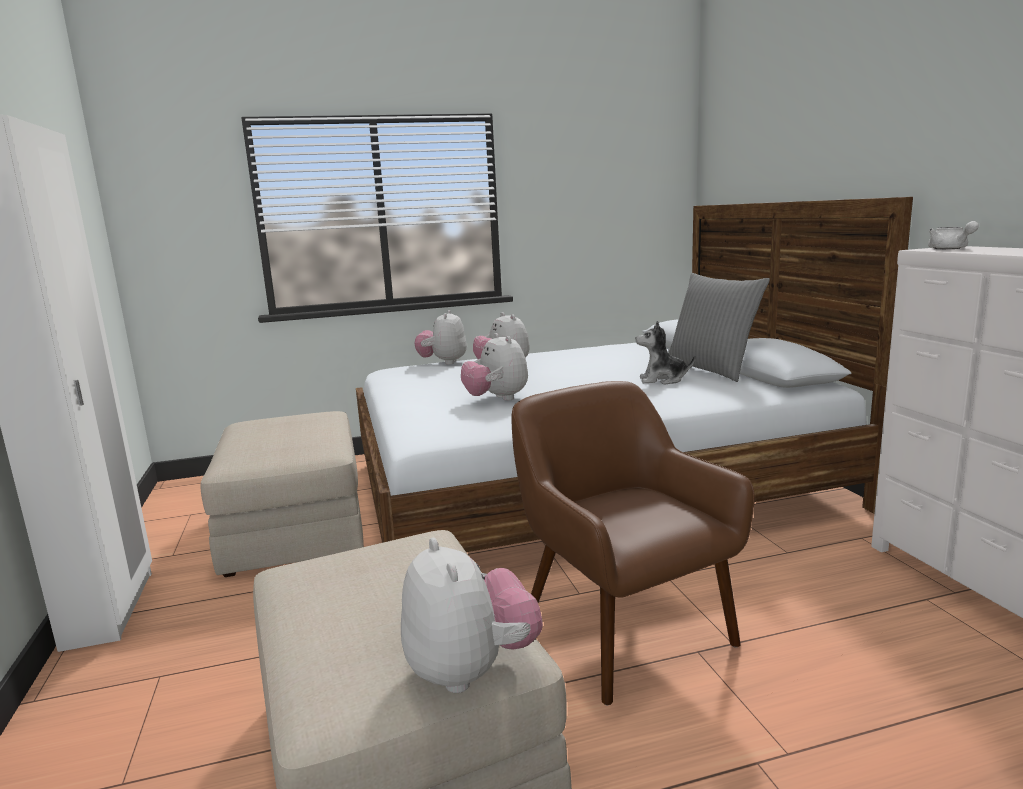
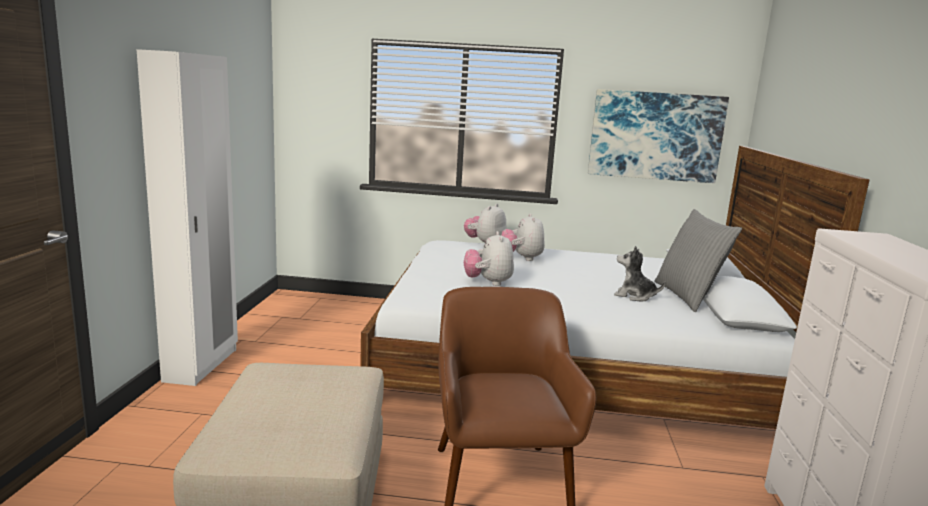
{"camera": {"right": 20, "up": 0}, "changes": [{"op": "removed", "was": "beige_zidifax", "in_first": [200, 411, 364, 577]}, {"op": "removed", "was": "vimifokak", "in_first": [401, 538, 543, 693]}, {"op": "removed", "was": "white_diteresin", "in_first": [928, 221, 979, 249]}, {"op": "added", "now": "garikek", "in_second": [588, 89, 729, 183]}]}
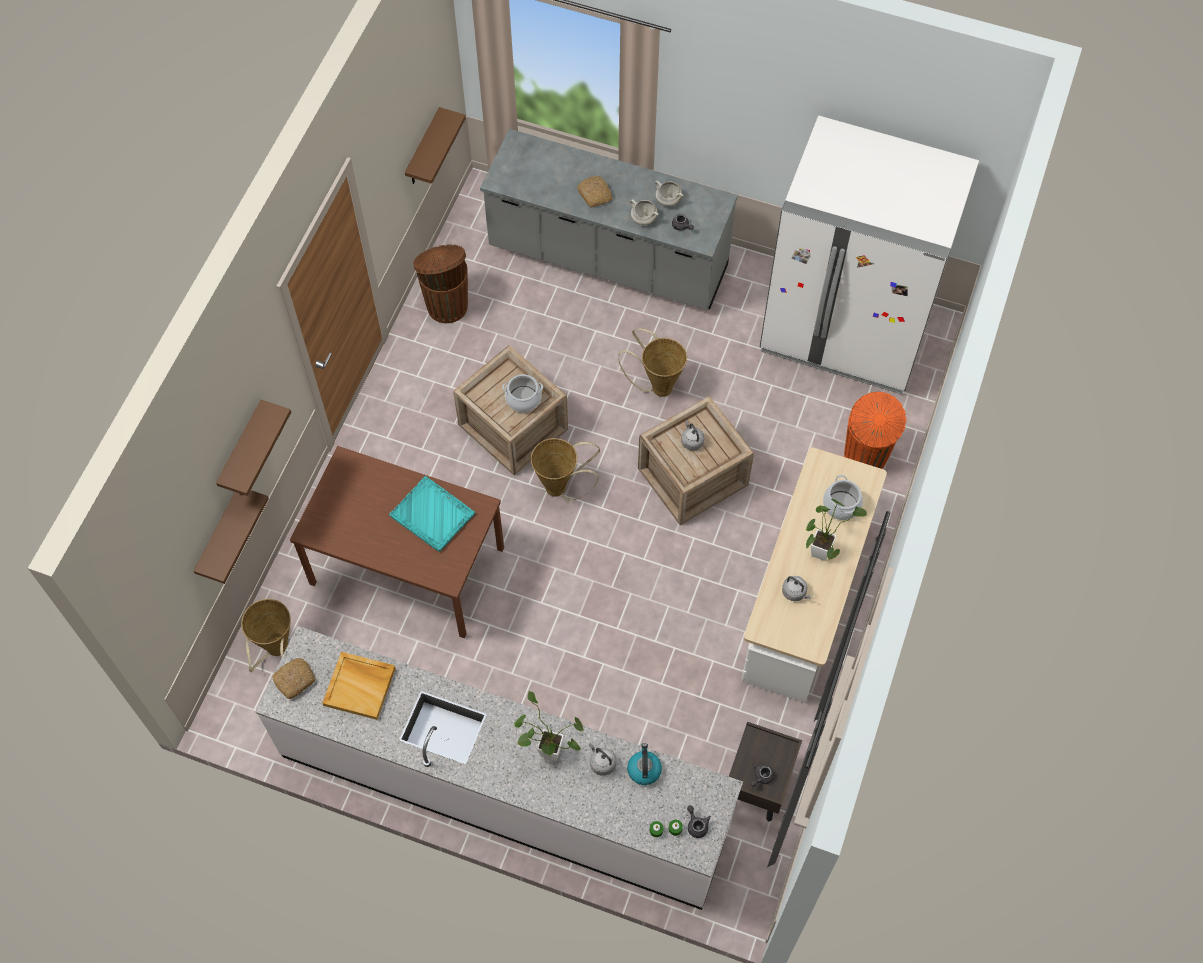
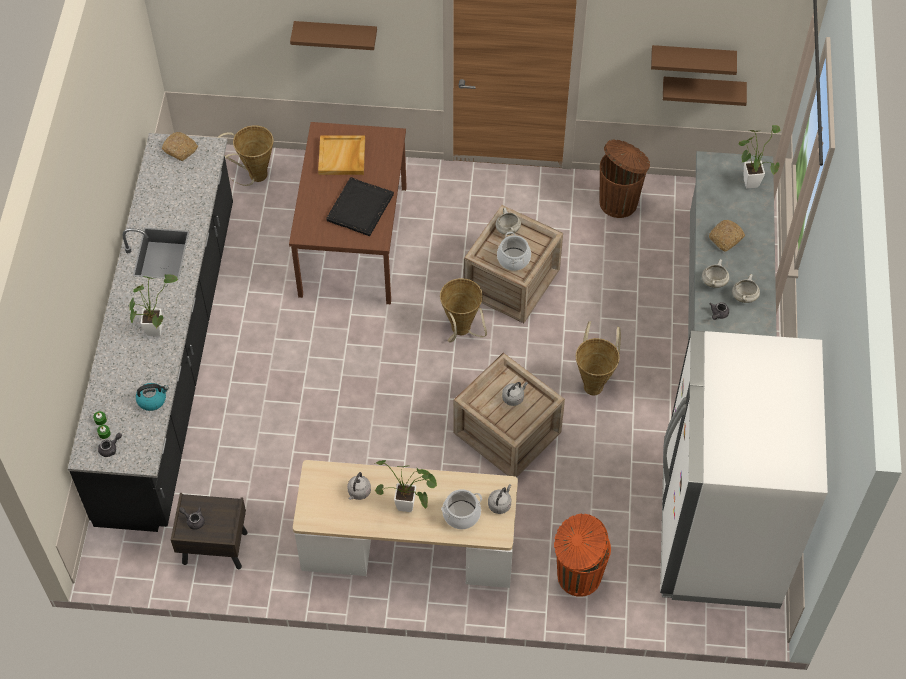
{"camera": {"right": 75, "up": -5}, "changes": [{"op": "moved", "was": "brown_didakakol", "in_first": [194, 490, 269, 584], "in_second": [651, 45, 737, 75]}, {"op": "recoloured", "was": "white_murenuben", "now": "black_murenuben", "in_first": [256, 626, 743, 910], "in_second": [68, 133, 233, 532]}, {"op": "moved", "was": "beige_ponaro", "in_first": [322, 652, 396, 720], "in_second": [318, 135, 365, 175]}, {"op": "recoloured", "was": "turquoise_ponaro", "now": "black_ponaro", "in_first": [389, 476, 475, 552], "in_second": [327, 177, 394, 236]}, {"op": "moved", "was": "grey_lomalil", "in_first": [589, 743, 616, 776], "in_second": [488, 484, 511, 514]}, {"op": "added", "now": "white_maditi", "in_second": [495, 208, 521, 235]}, {"op": "added", "now": "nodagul", "in_second": [738, 125, 780, 189]}]}
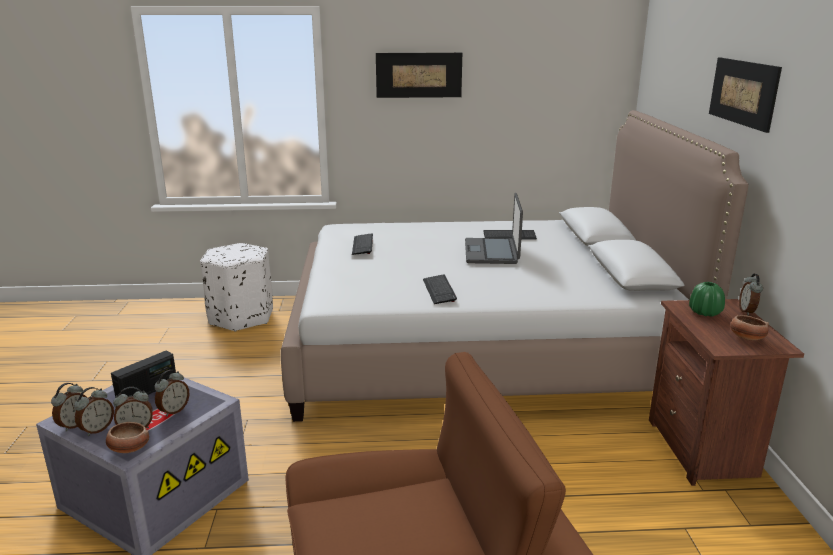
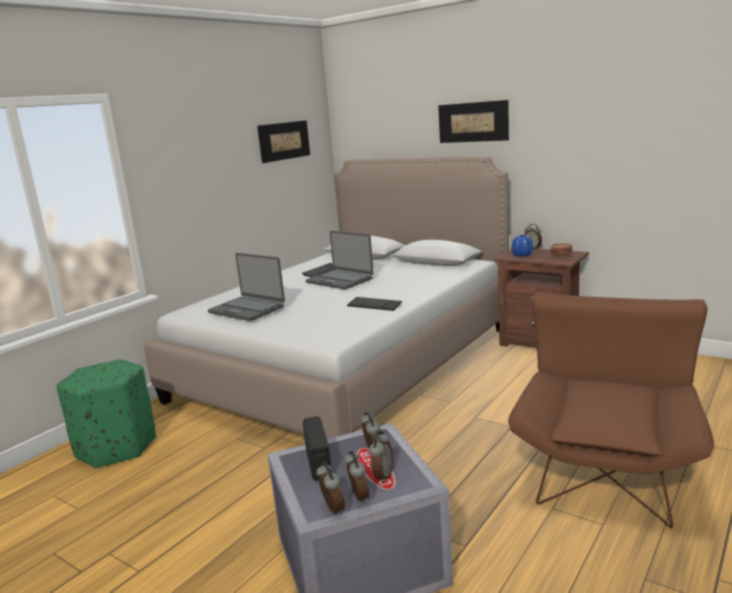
{"camera": {"right": -50, "up": -5}, "changes": [{"op": "removed", "was": "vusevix", "in_first": [106, 422, 149, 453]}, {"op": "recoloured", "was": "white_zidifax", "now": "green_zidifax", "in_first": [200, 243, 273, 332], "in_second": [56, 359, 156, 469]}, {"op": "replaced", "was": "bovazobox", "now": "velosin", "in_first": [352, 233, 373, 255], "in_second": [208, 253, 285, 321]}, {"op": "moved", "was": "garikek", "in_first": [376, 53, 462, 98], "in_second": [257, 120, 310, 163]}, {"op": "recoloured", "was": "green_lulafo", "now": "blue_lulafo", "in_first": [689, 282, 725, 317], "in_second": [512, 235, 533, 257]}]}
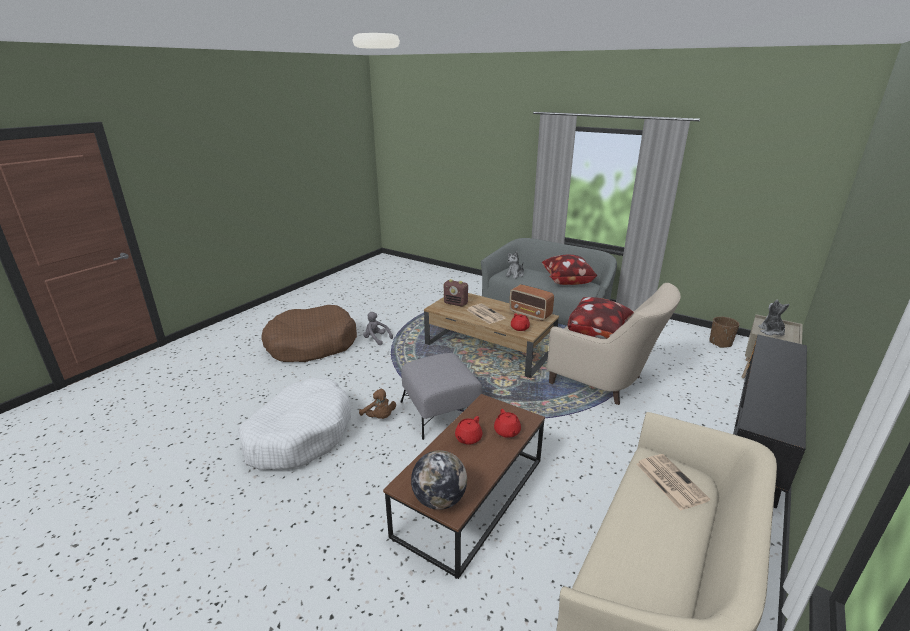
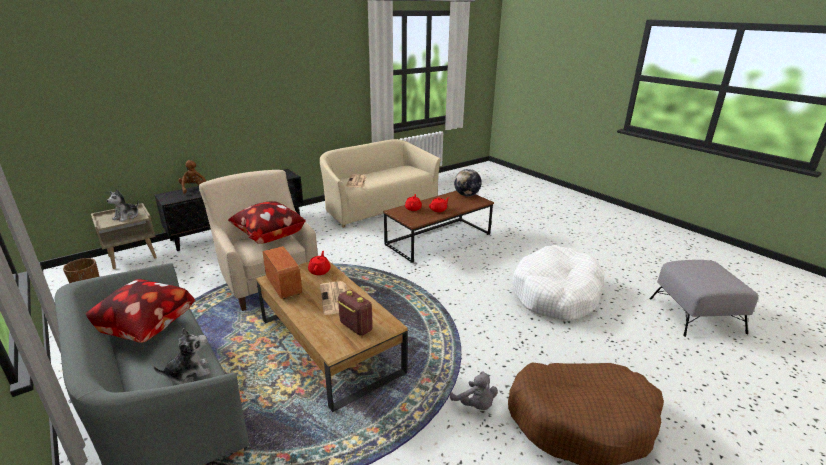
{"camera": {"right": -160, "up": 0}, "changes": [{"op": "moved", "was": "brown_vimifokak", "in_first": [359, 388, 396, 419], "in_second": [178, 160, 206, 194]}, {"op": "moved", "was": "grey_zidifax", "in_first": [401, 353, 482, 440], "in_second": [649, 260, 758, 337]}]}
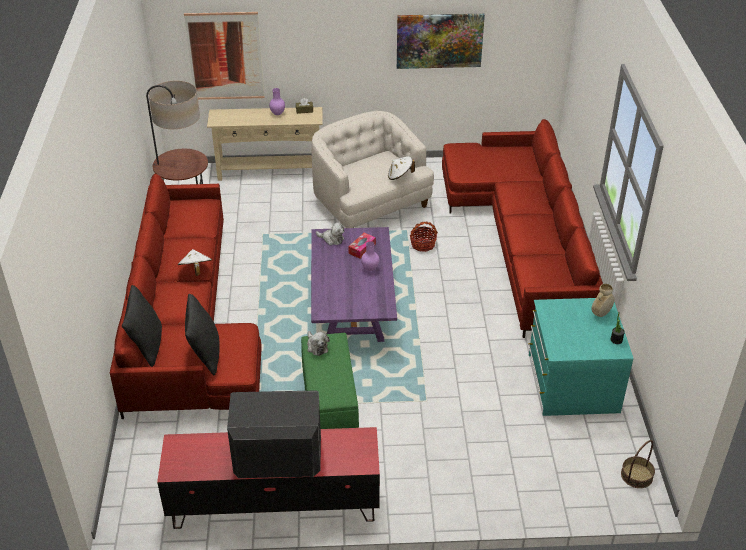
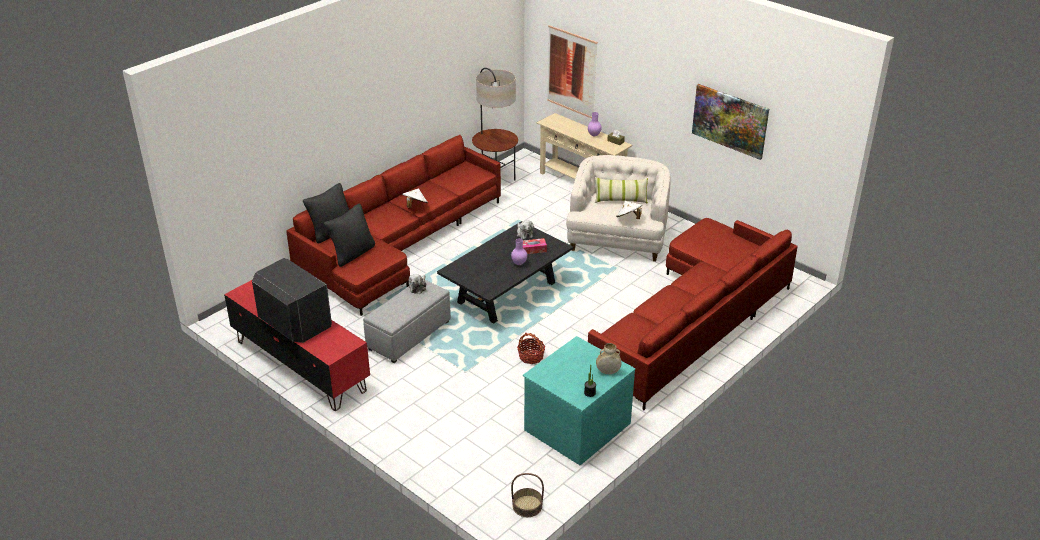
{"camera": {"right": 45, "up": -5}, "changes": [{"op": "recoloured", "was": "green_zidifax", "now": "grey_zidifax", "in_first": [301, 333, 359, 429], "in_second": [363, 280, 451, 363]}, {"op": "recoloured", "was": "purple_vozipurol", "now": "black_vozipurol", "in_first": [311, 227, 397, 342], "in_second": [437, 221, 573, 323]}, {"op": "moved", "was": "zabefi", "in_first": [410, 221, 438, 252], "in_second": [517, 333, 545, 364]}, {"op": "added", "now": "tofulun", "in_second": [595, 177, 648, 204]}]}
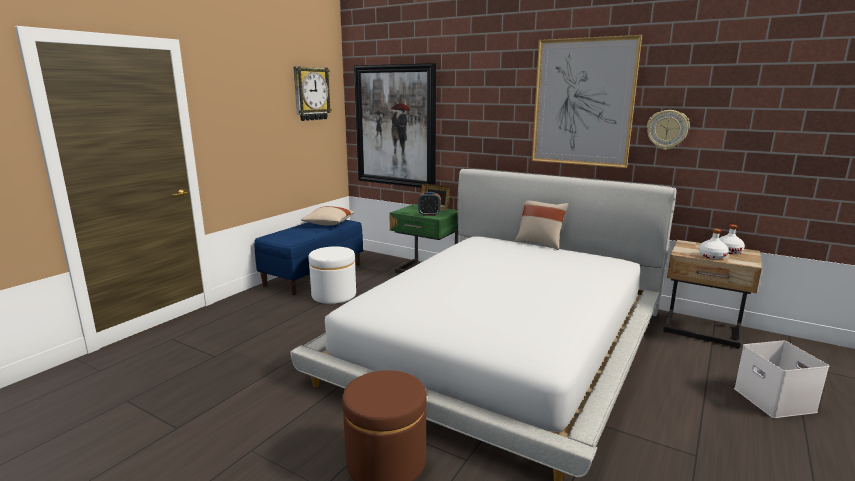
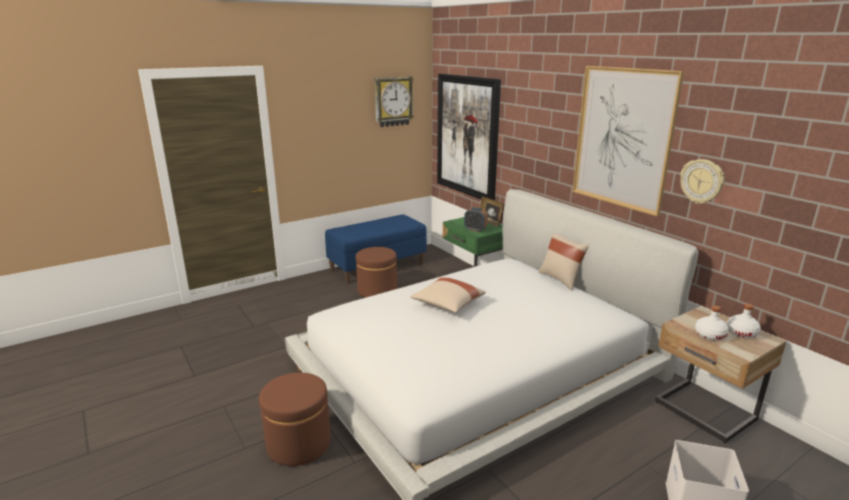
{"camera": {"right": 25, "up": 5}, "changes": [{"op": "moved", "was": "beige_tofulun", "in_first": [301, 206, 354, 225], "in_second": [410, 277, 486, 313]}, {"op": "recoloured", "was": "white_zidifax", "now": "brown_zidifax", "in_first": [308, 246, 356, 304], "in_second": [356, 247, 397, 298]}]}
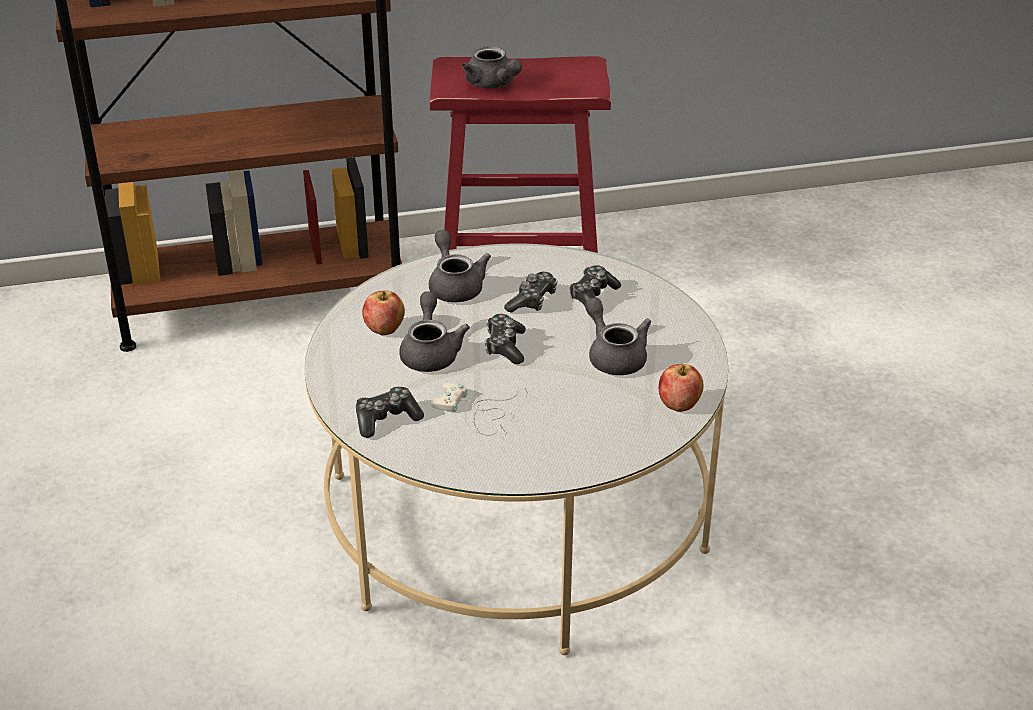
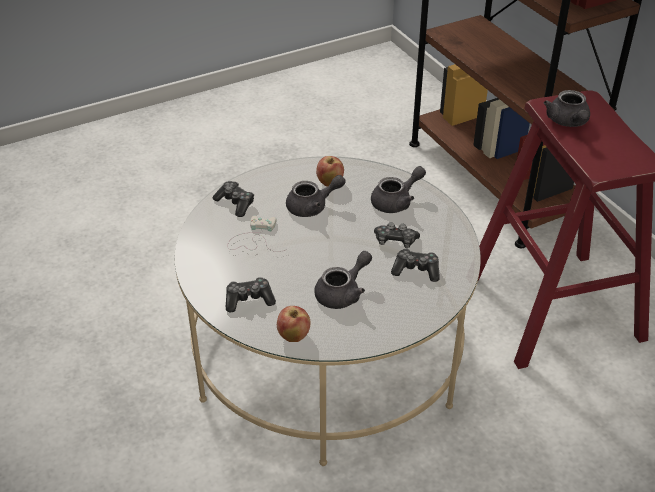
{"camera": {"right": 75, "up": 5}, "changes": [{"op": "turned", "was": "grey_diteresin", "in_first": [462, 46, 522, 89], "in_second": [544, 90, 590, 127], "clockwise": -45}, {"op": "moved", "was": "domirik", "in_first": [485, 314, 526, 364], "in_second": [226, 277, 276, 312]}]}
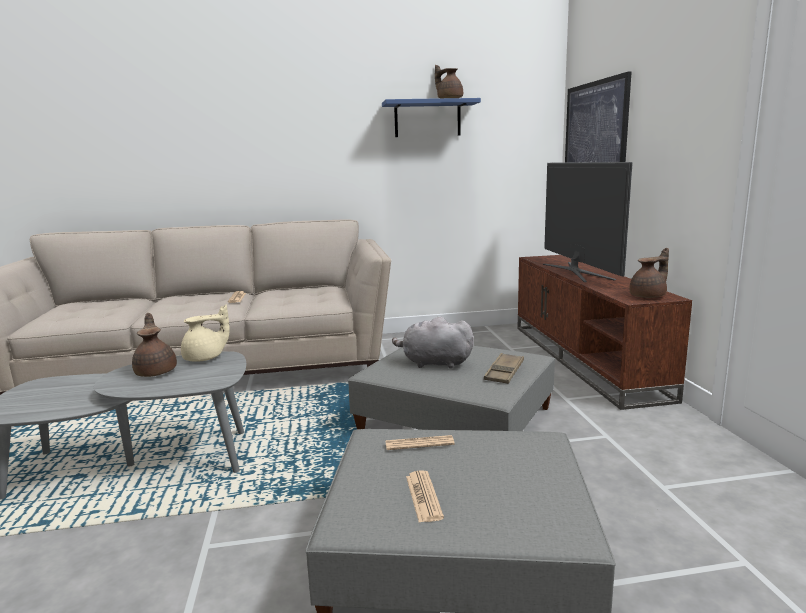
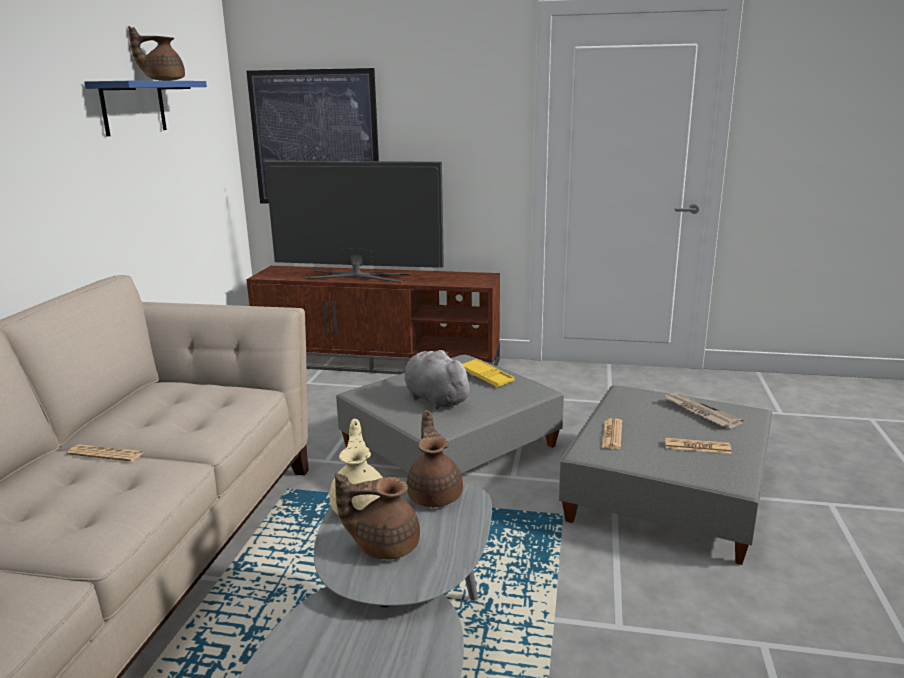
{"camera": {"right": -70, "up": 5}, "changes": [{"op": "turned", "was": "grey_vimifokak", "in_first": [392, 316, 474, 369], "in_second": [404, 350, 474, 409], "clockwise": 105}, {"op": "recoloured", "was": "brown_ponaro", "now": "yellow_ponaro", "in_first": [484, 353, 524, 384], "in_second": [463, 359, 515, 387]}, {"op": "moved", "was": "brown_diteresin", "in_first": [630, 248, 669, 298], "in_second": [407, 410, 463, 507]}, {"op": "added", "now": "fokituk", "in_second": [663, 393, 744, 428]}]}
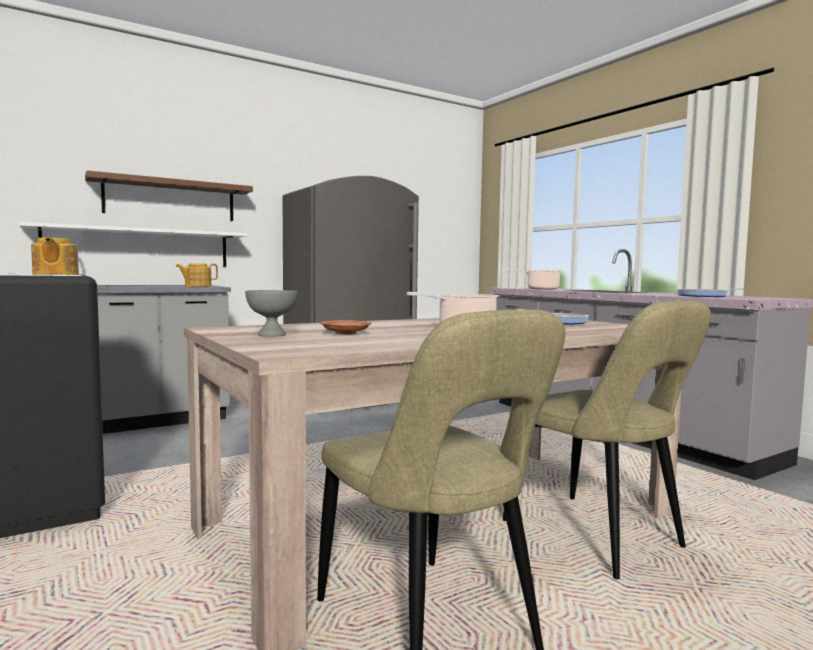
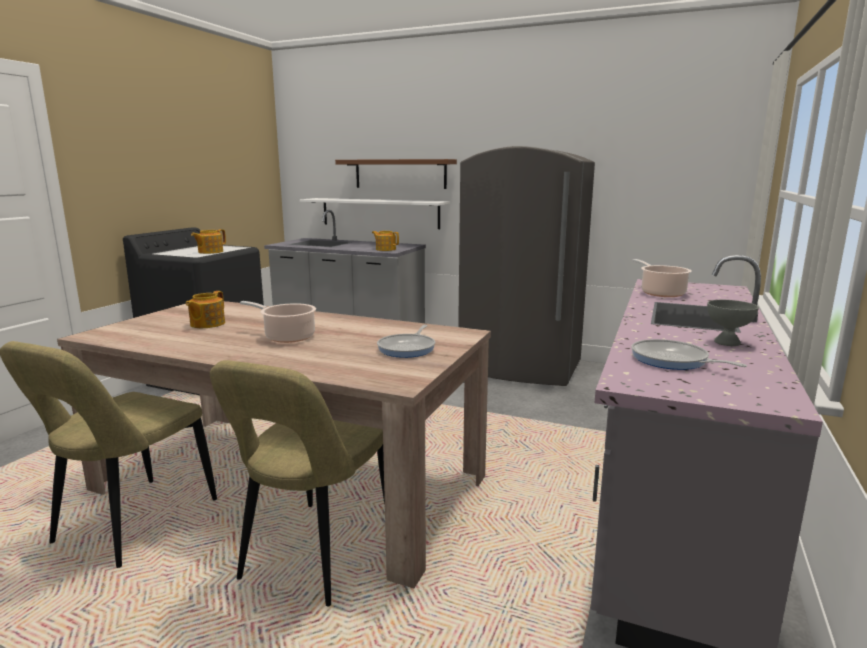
{"camera": {"right": 55, "up": 10}, "changes": [{"op": "moved", "was": "grey_vusevix", "in_first": [245, 290, 298, 337], "in_second": [707, 300, 759, 346]}, {"op": "replaced", "was": "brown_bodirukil", "now": "diteresin", "in_first": [320, 320, 371, 335], "in_second": [186, 291, 225, 328]}]}
